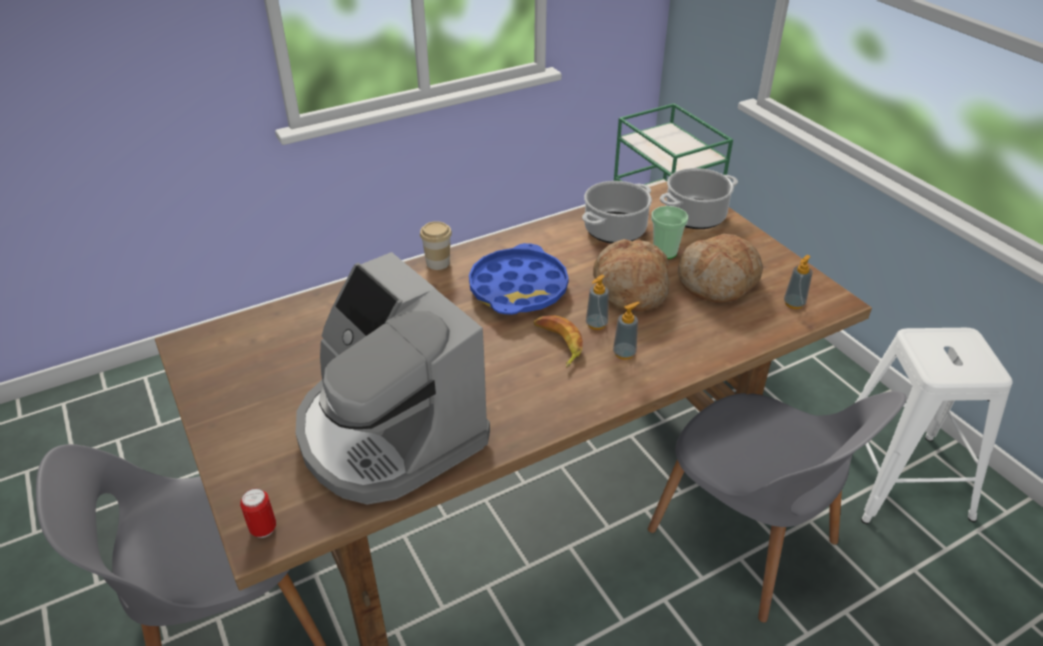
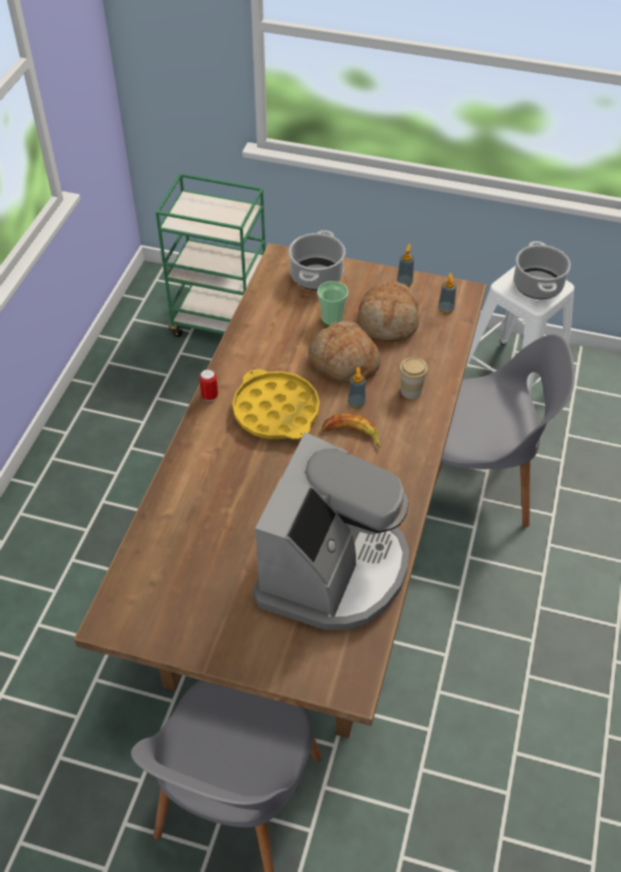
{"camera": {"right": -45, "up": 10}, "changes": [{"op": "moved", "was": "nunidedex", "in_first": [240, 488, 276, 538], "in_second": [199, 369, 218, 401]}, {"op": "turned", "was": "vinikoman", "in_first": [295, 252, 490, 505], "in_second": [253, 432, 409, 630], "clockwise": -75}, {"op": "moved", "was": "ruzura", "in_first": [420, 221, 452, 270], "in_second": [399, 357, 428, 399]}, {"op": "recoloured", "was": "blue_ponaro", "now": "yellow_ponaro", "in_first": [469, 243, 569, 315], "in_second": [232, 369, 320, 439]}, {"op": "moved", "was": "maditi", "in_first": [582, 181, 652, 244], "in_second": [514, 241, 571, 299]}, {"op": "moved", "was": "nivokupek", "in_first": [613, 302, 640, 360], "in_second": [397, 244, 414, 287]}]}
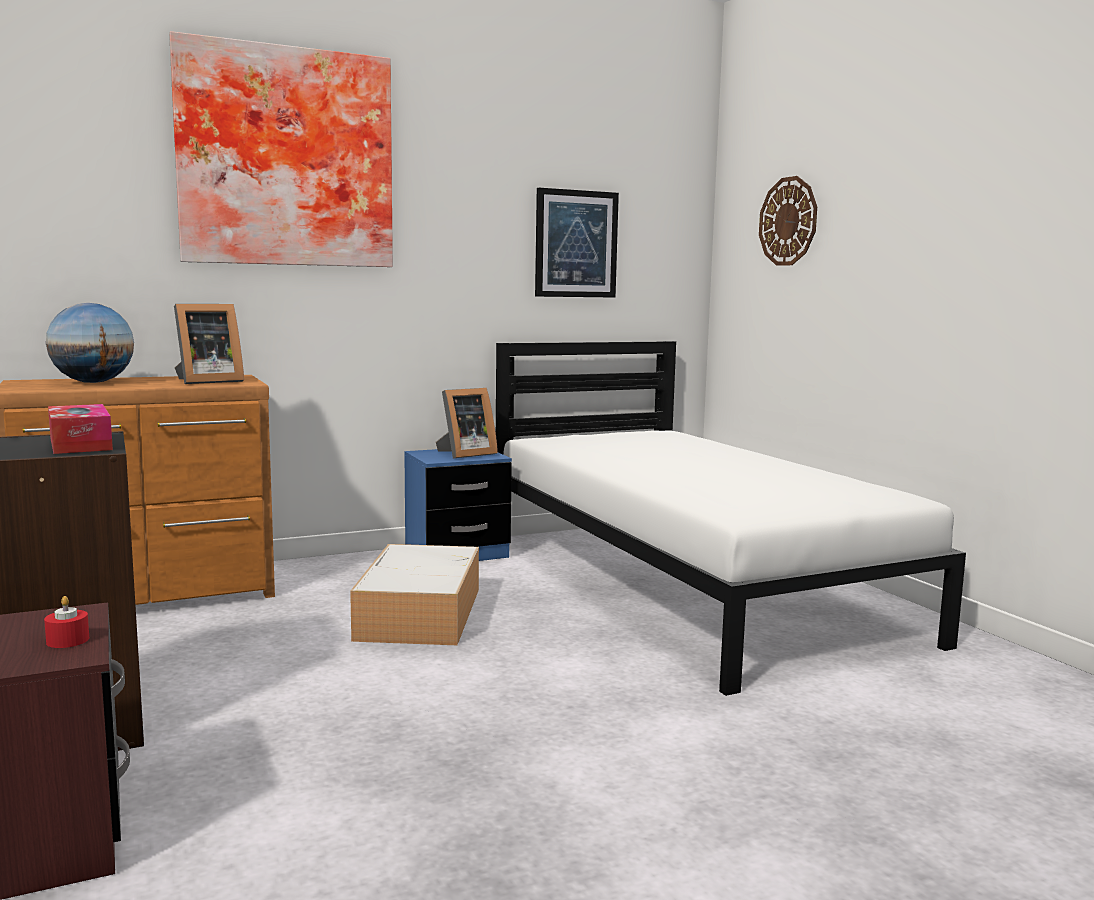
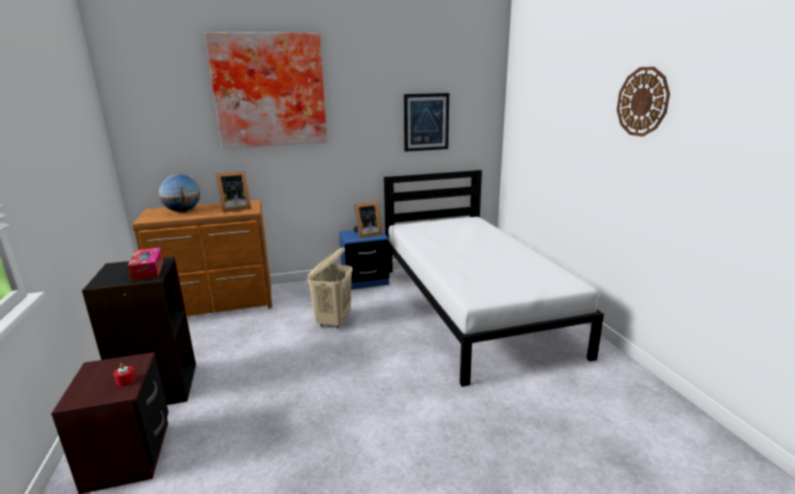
{"camera": {"right": 10, "up": 10}, "changes": [{"op": "replaced", "was": "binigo", "now": "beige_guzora", "in_first": [350, 544, 479, 645], "in_second": [307, 247, 353, 328]}, {"op": "moved", "was": "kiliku", "in_first": [759, 176, 817, 266], "in_second": [617, 67, 670, 137]}]}
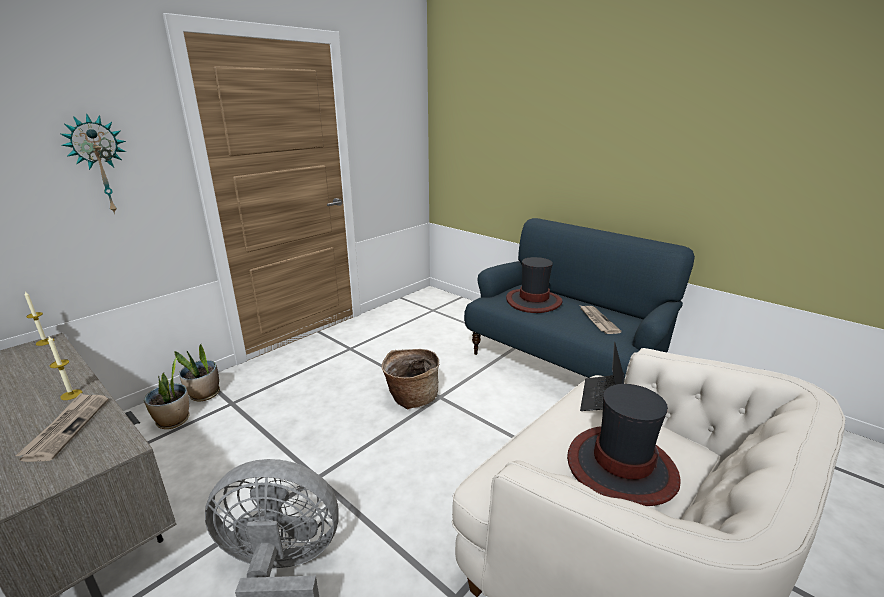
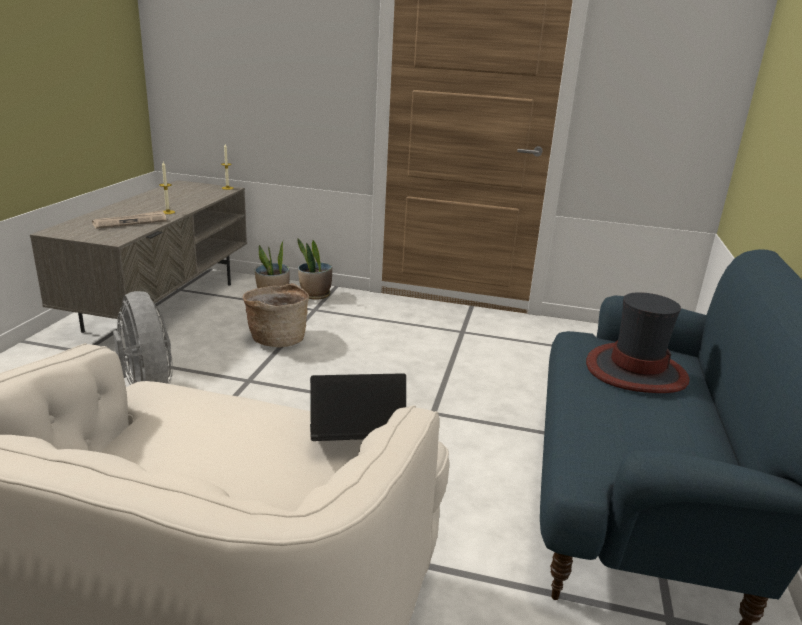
{"camera": {"right": 60, "up": 0}, "changes": [{"op": "removed", "was": "kiliku", "in_first": [60, 113, 126, 214]}, {"op": "moved", "was": "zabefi", "in_first": [382, 349, 439, 409], "in_second": [243, 283, 309, 347]}, {"op": "removed", "was": "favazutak", "in_first": [567, 384, 681, 506]}, {"op": "removed", "was": "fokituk", "in_first": [580, 306, 622, 334]}]}
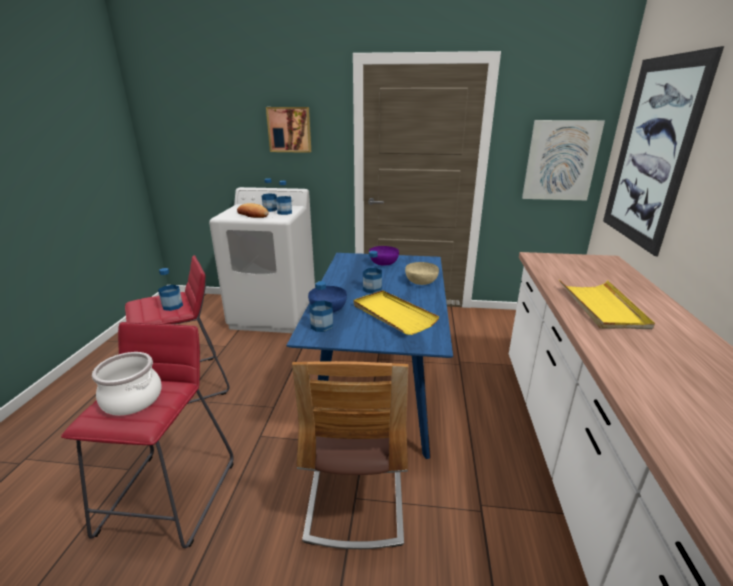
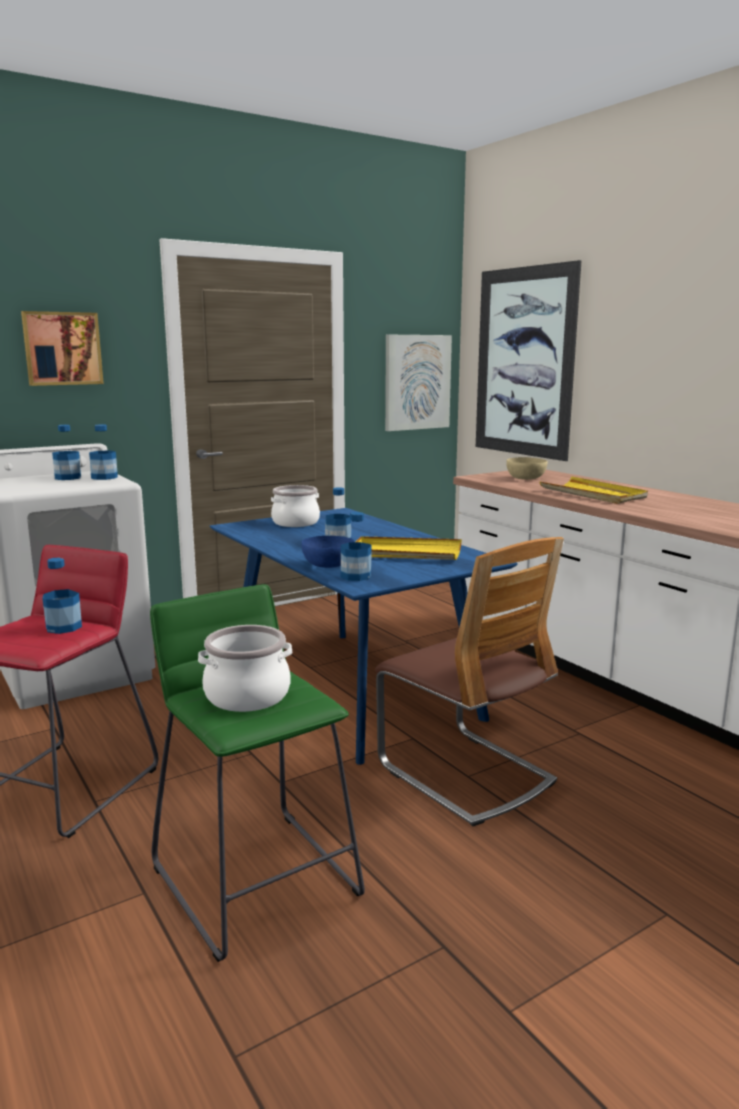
{"camera": {"right": -40, "up": -10}, "changes": [{"op": "recoloured", "was": "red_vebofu", "now": "green_vebofu", "in_first": [61, 322, 234, 548], "in_second": [150, 584, 365, 962]}, {"op": "removed", "was": "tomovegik", "in_first": [237, 203, 269, 218]}, {"op": "replaced", "was": "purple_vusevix", "now": "maditi", "in_first": [369, 246, 399, 266], "in_second": [271, 485, 320, 527]}, {"op": "moved", "was": "beige_vusevix", "in_first": [405, 262, 439, 285], "in_second": [506, 457, 547, 480]}]}
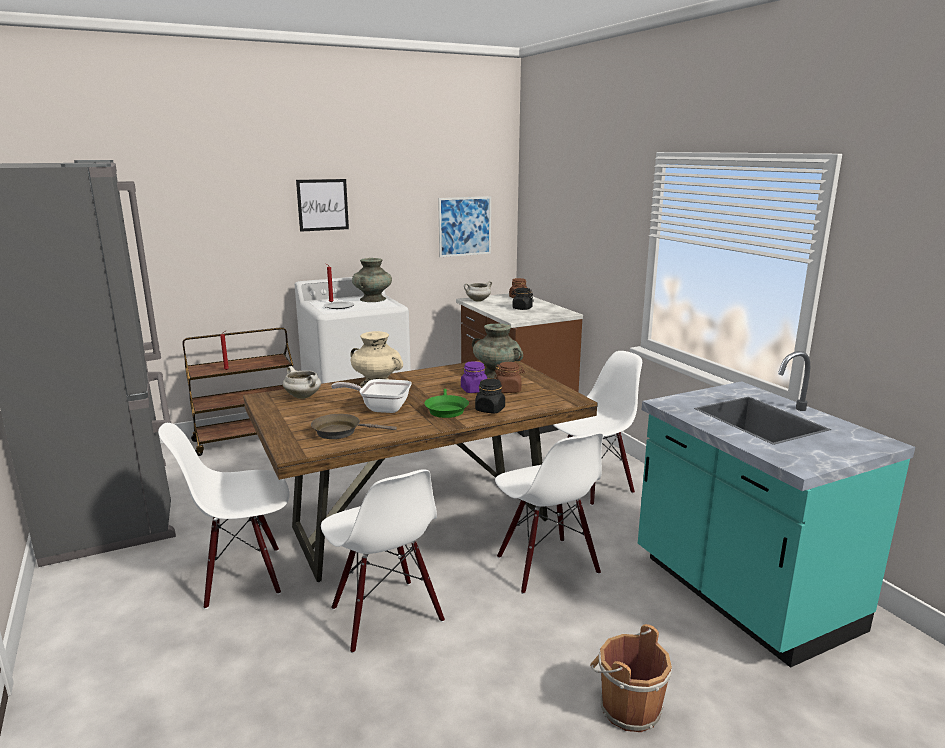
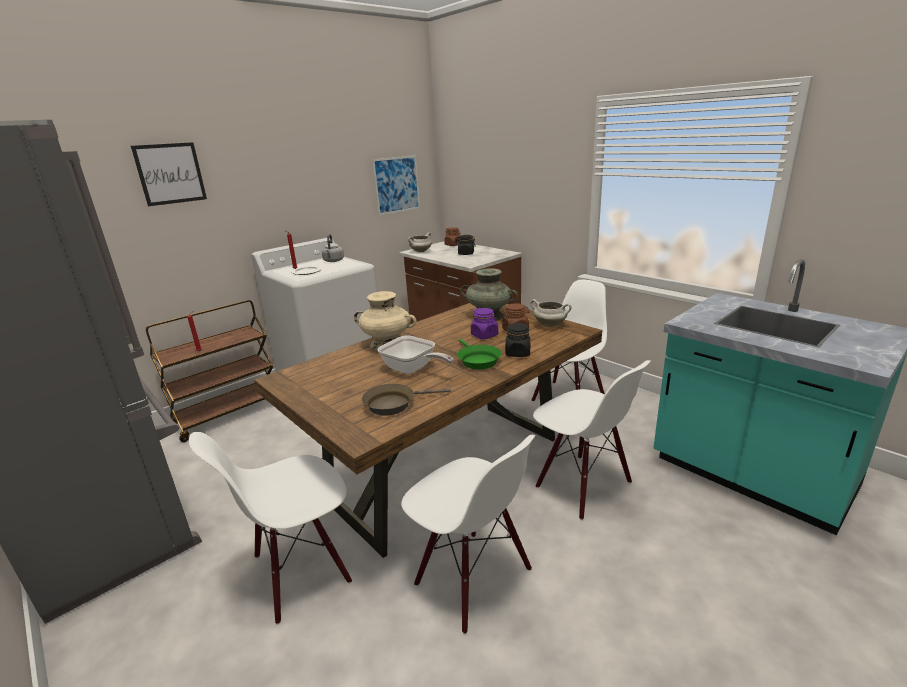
{"camera": {"right": -15, "up": 5}, "changes": [{"op": "moved", "was": "white_maditi", "in_first": [283, 366, 321, 399], "in_second": [530, 299, 572, 327]}, {"op": "moved", "was": "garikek", "in_first": [296, 179, 349, 232], "in_second": [131, 142, 207, 206]}, {"op": "turned", "was": "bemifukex", "in_first": [331, 379, 412, 413], "in_second": [377, 336, 453, 374], "clockwise": -135}, {"op": "replaced", "was": "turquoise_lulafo", "now": "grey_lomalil", "in_first": [352, 258, 392, 302], "in_second": [322, 234, 344, 262]}, {"op": "removed", "was": "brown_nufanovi", "in_first": [590, 624, 672, 732]}]}
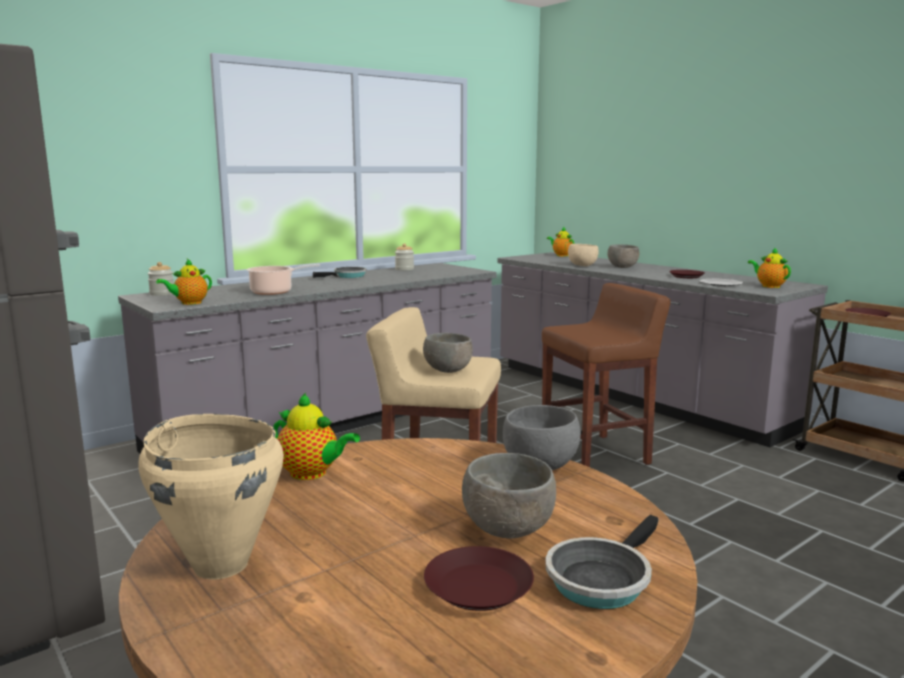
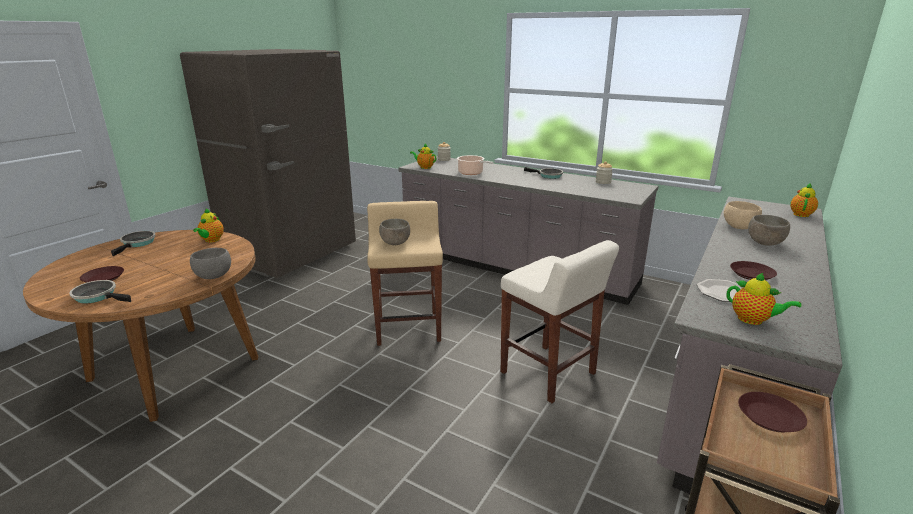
{"camera": {"right": 70, "up": 10}, "changes": [{"op": "replaced", "was": "beige_maditi", "now": "bemifukex", "in_first": [138, 414, 284, 579], "in_second": [111, 231, 156, 256]}, {"op": "removed", "was": "grey_vusevix", "in_first": [462, 453, 556, 539]}, {"op": "recoloured", "was": "brown_vebofu", "now": "white_vebofu", "in_first": [542, 283, 671, 467], "in_second": [501, 240, 619, 403]}, {"op": "turned", "was": "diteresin", "in_first": [748, 247, 791, 288], "in_second": [727, 273, 801, 325], "clockwise": 90}]}
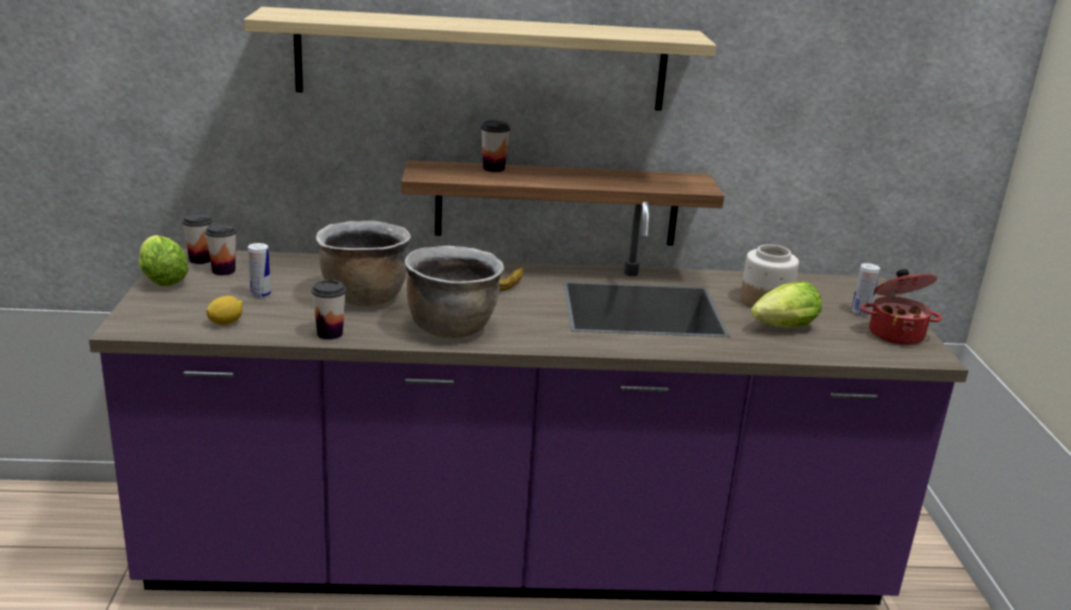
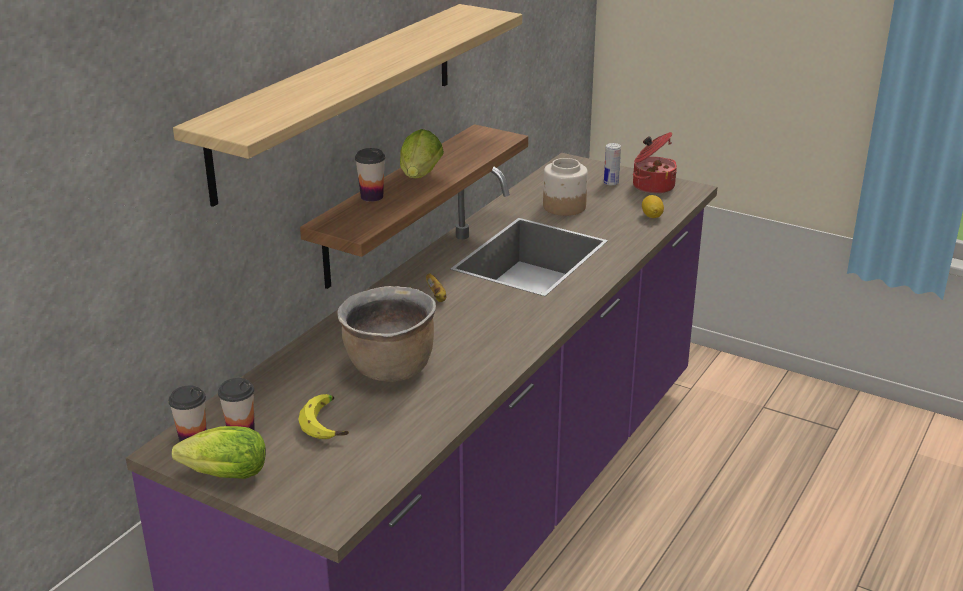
{"camera": {"right": -55, "up": 5}, "changes": [{"op": "moved", "was": "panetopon", "in_first": [206, 296, 243, 325], "in_second": [642, 195, 664, 218]}, {"op": "replaced", "was": "nunidedex", "now": "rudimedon", "in_first": [248, 243, 271, 298], "in_second": [298, 394, 349, 439]}, {"op": "removed", "was": "ruzura", "in_first": [312, 280, 346, 340]}, {"op": "removed", "was": "brown_maditi", "in_first": [404, 246, 504, 338]}, {"op": "moved", "was": "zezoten", "in_first": [751, 281, 822, 328], "in_second": [400, 129, 444, 178]}]}
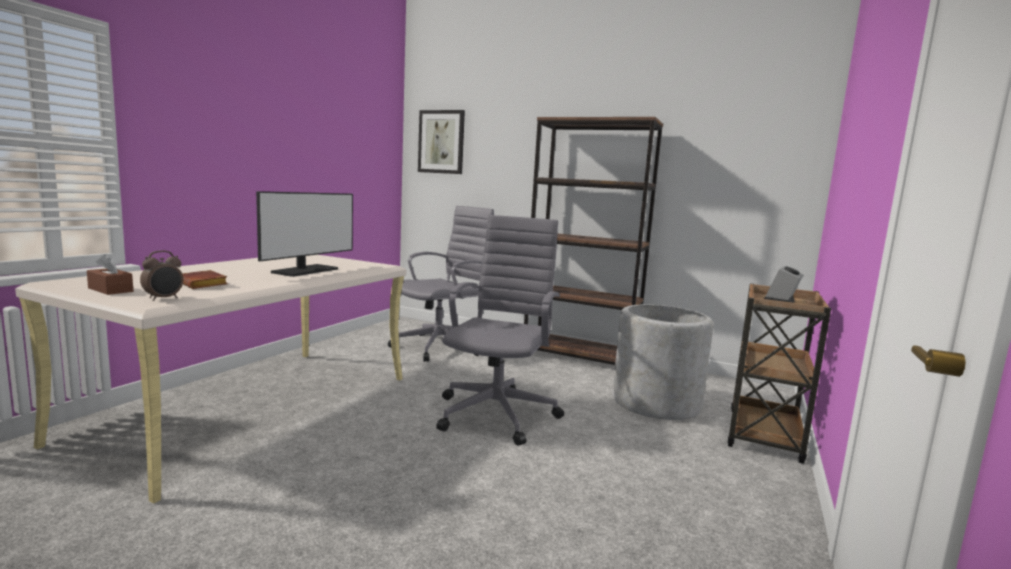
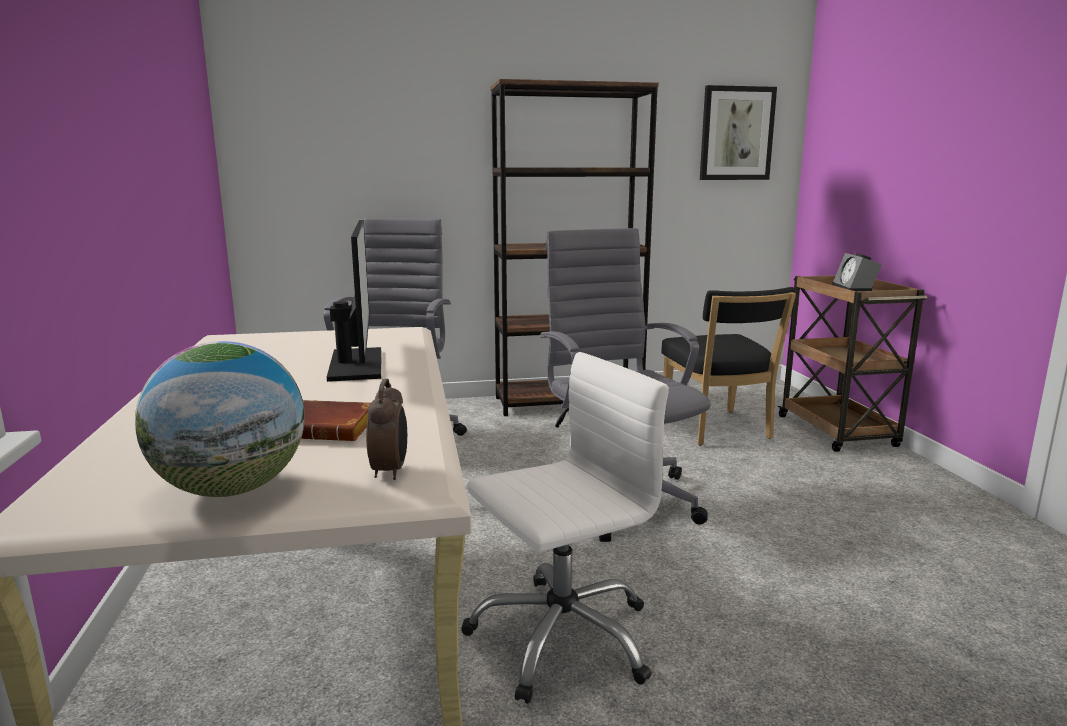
{"camera": {"right": -35, "up": 5}, "changes": [{"op": "replaced", "was": "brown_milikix", "now": "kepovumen", "in_first": [87, 254, 133, 295], "in_second": [135, 341, 305, 497]}, {"op": "moved", "was": "garikek", "in_first": [418, 110, 465, 174], "in_second": [700, 85, 777, 180]}, {"op": "replaced", "was": "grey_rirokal", "now": "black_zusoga", "in_first": [613, 304, 713, 420], "in_second": [661, 287, 796, 446]}, {"op": "added", "now": "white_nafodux", "in_second": [461, 352, 669, 704]}]}
